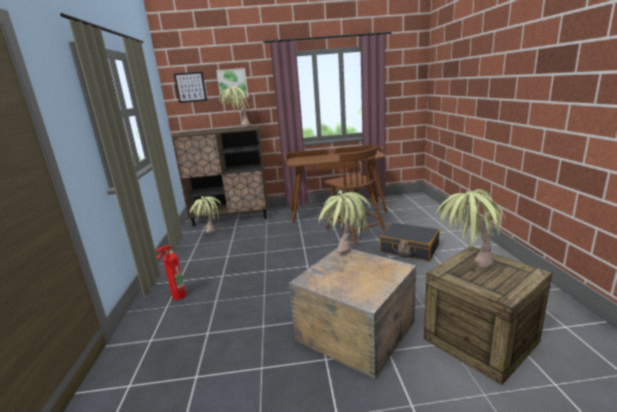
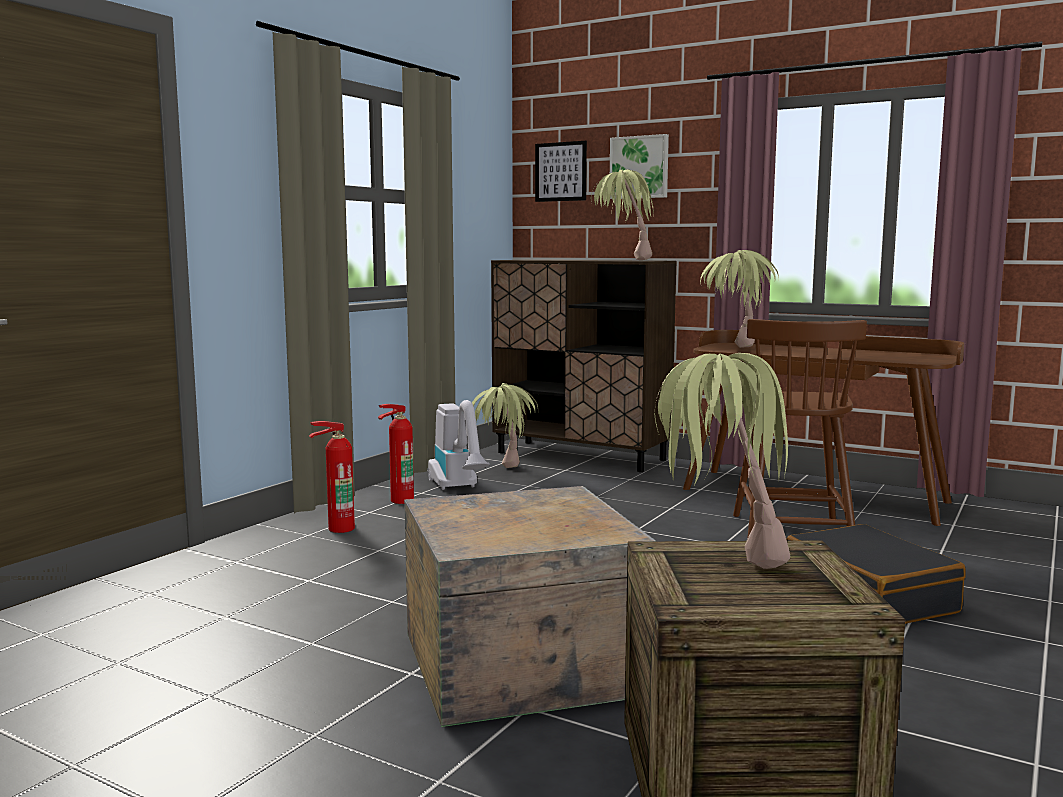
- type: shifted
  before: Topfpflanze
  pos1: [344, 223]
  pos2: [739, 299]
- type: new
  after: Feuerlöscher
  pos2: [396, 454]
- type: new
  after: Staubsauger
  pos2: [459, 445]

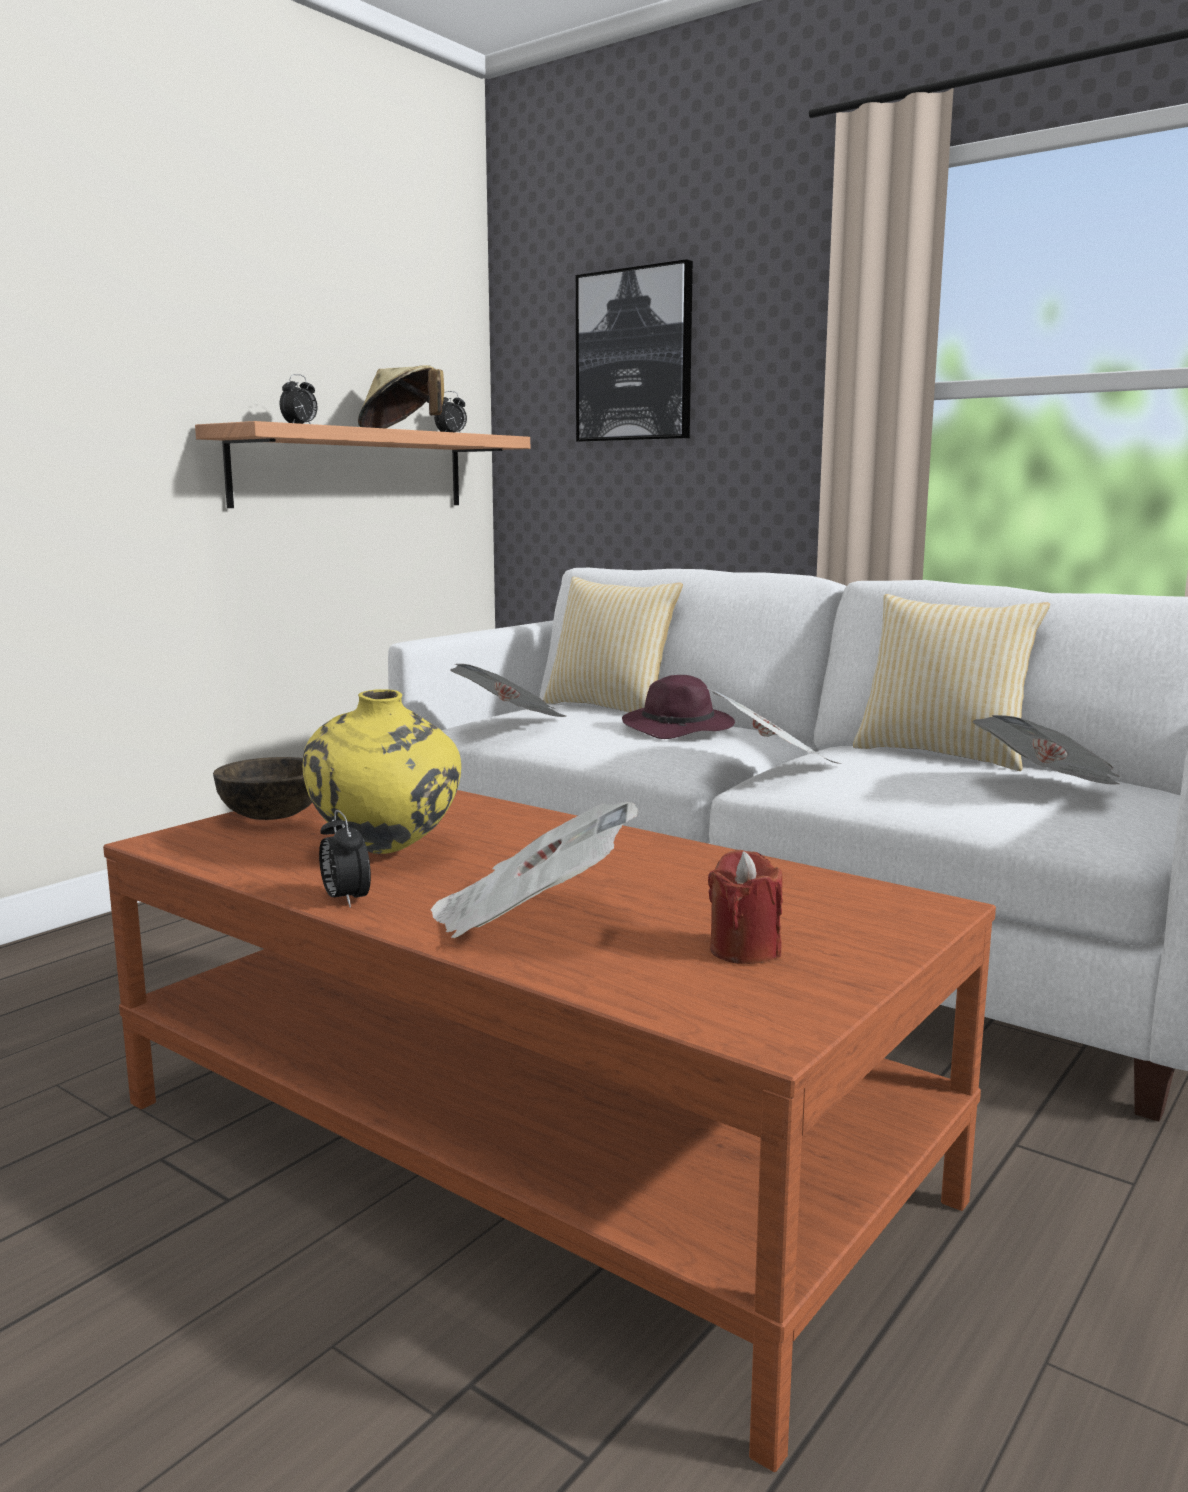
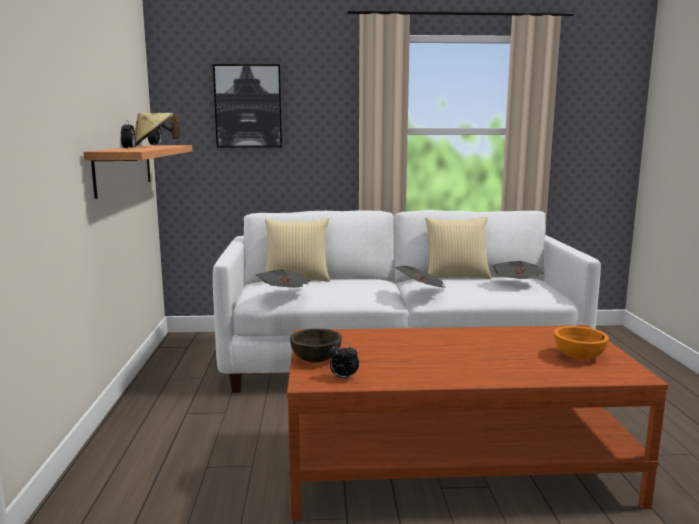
- type: gone
  before: Vase [gelb]
  pos1: [381, 771]
- type: shifted
  before: Wecker
  pos1: [345, 859]
  pos2: [344, 361]
- type: gone
  before: Zeitung
  pos1: [534, 870]
- type: gone
  before: Hut [lila]
  pos1: [678, 707]
- type: swapped
  before: Kerze [rot]
  after: Schüssel [orange]
  pos1: [745, 907]
  pos2: [581, 342]

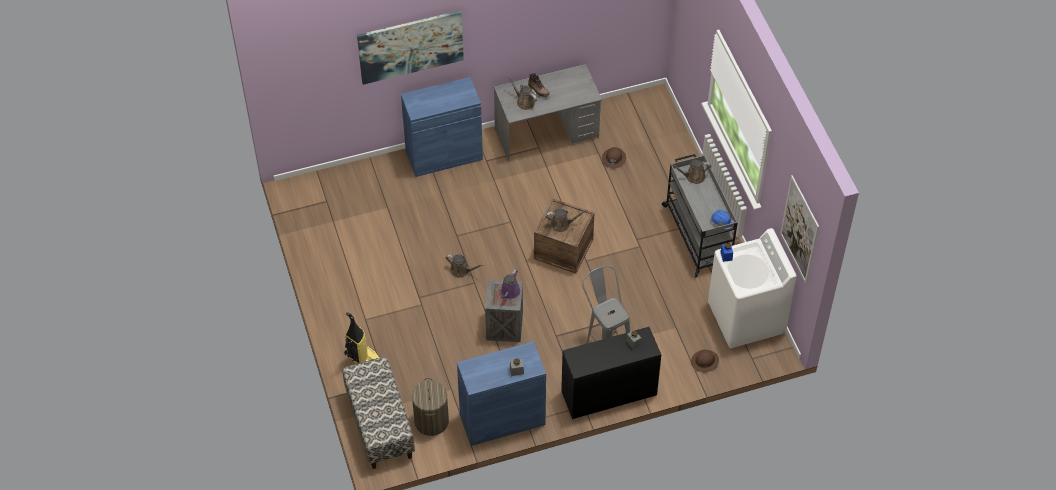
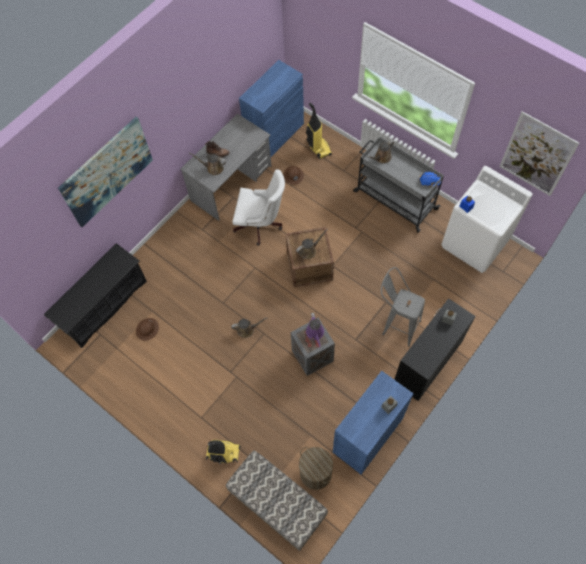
- type: shifted
  before: Schrank [blau]
  pos1: [442, 127]
  pos2: [271, 108]
- type: shifted
  before: Schutzhelm [braun]
  pos1: [705, 361]
  pos2: [147, 329]
- type: new
  after: Schuhregal [schwarz]
  pos2: [95, 295]
- type: new
  after: Bürostuhl [weiß]
  pos2: [258, 207]
- type: new
  after: Staubsauger
  pos2: [319, 131]

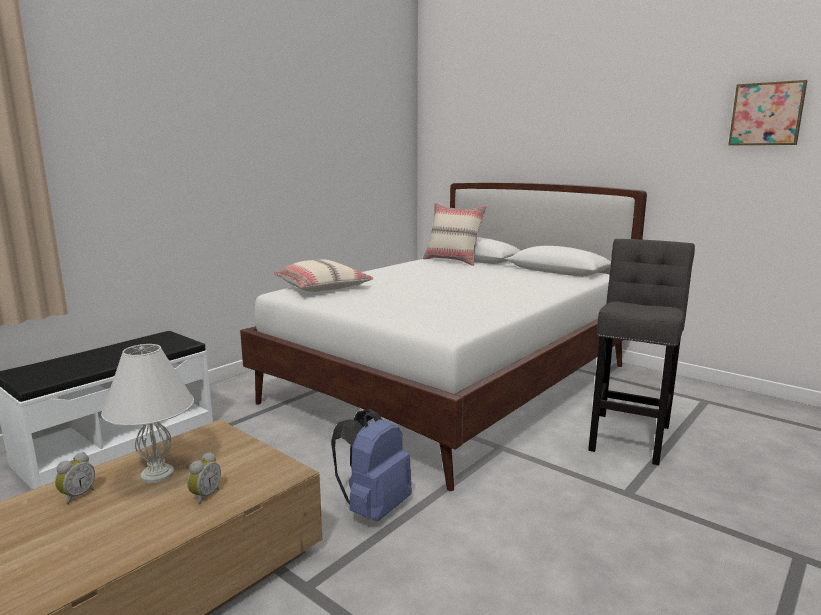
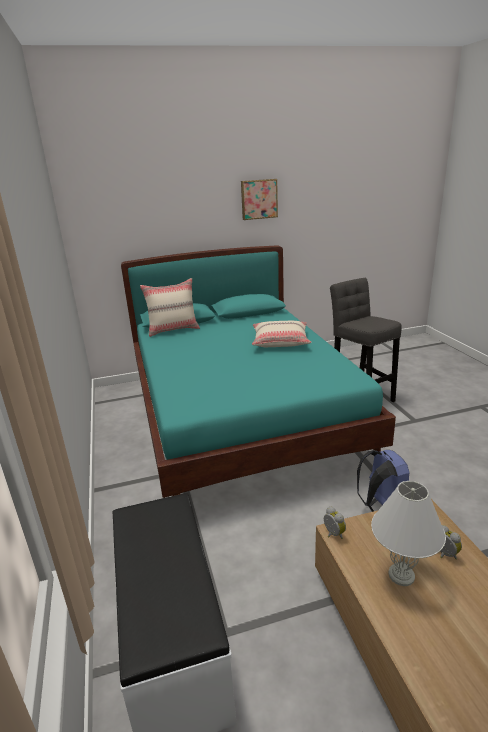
- type: shifted
  before: Wecker
  pos1: [75, 478]
  pos2: [335, 522]
- type: repainted
  before: Bett [weiß]
  after: Bett [türkis]
  pos1: [443, 336]
  pos2: [258, 371]
- type: shifted
  before: Kissen [beige]
  pos1: [324, 276]
  pos2: [282, 334]
- type: shifted
  before: Bild
  pos1: [768, 112]
  pos2: [259, 199]

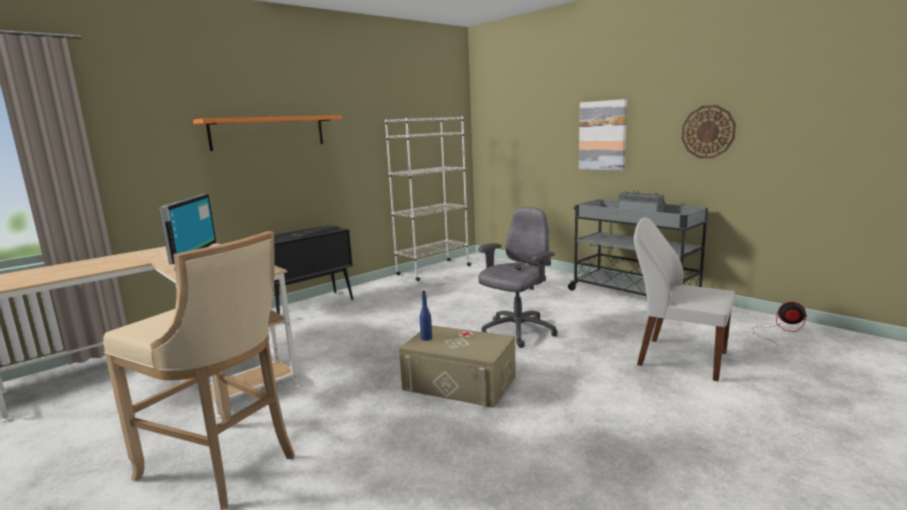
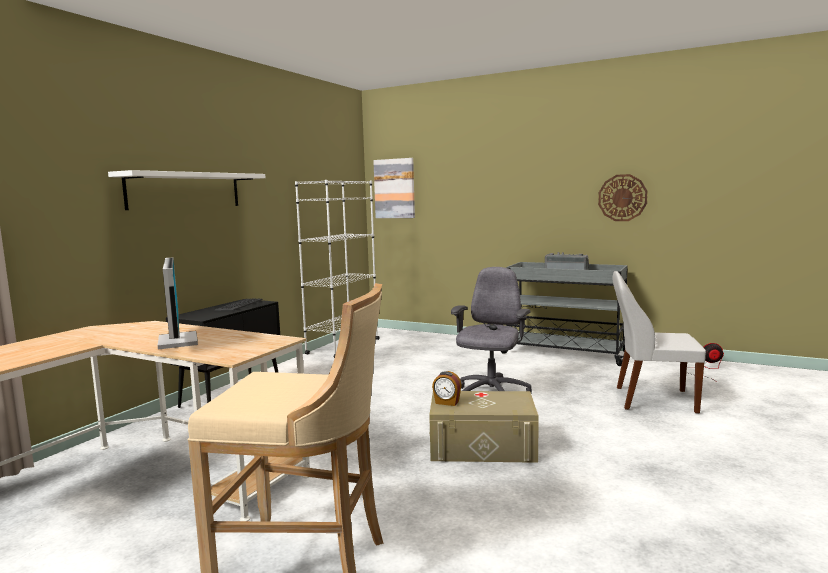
- type: repainted
  before: Wandregal [orange]
  after: Wandregal [weiß]
  pos1: [267, 133]
  pos2: [187, 190]
- type: swapped
  before: Flasche [blau]
  after: Wecker
  pos1: [426, 316]
  pos2: [447, 388]
- type: shifted
  before: Bild
  pos1: [603, 135]
  pos2: [394, 188]

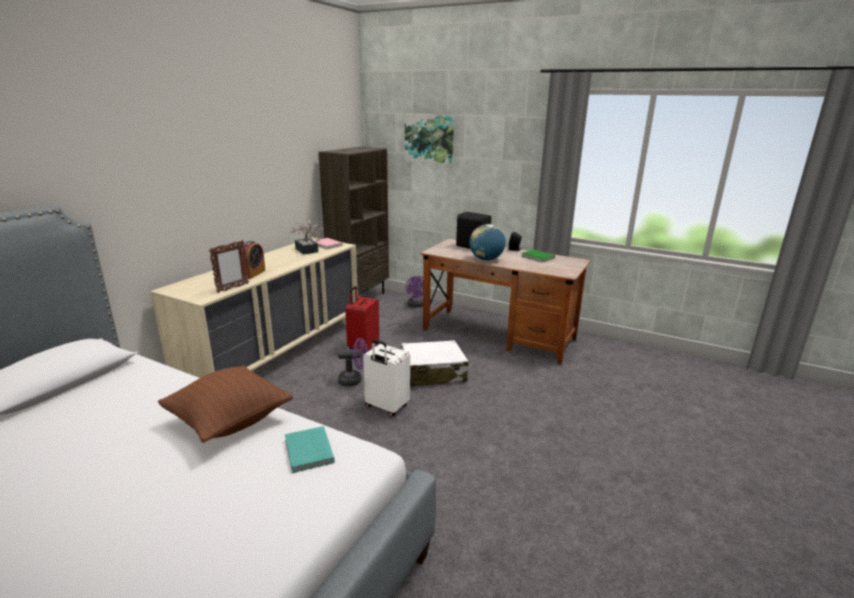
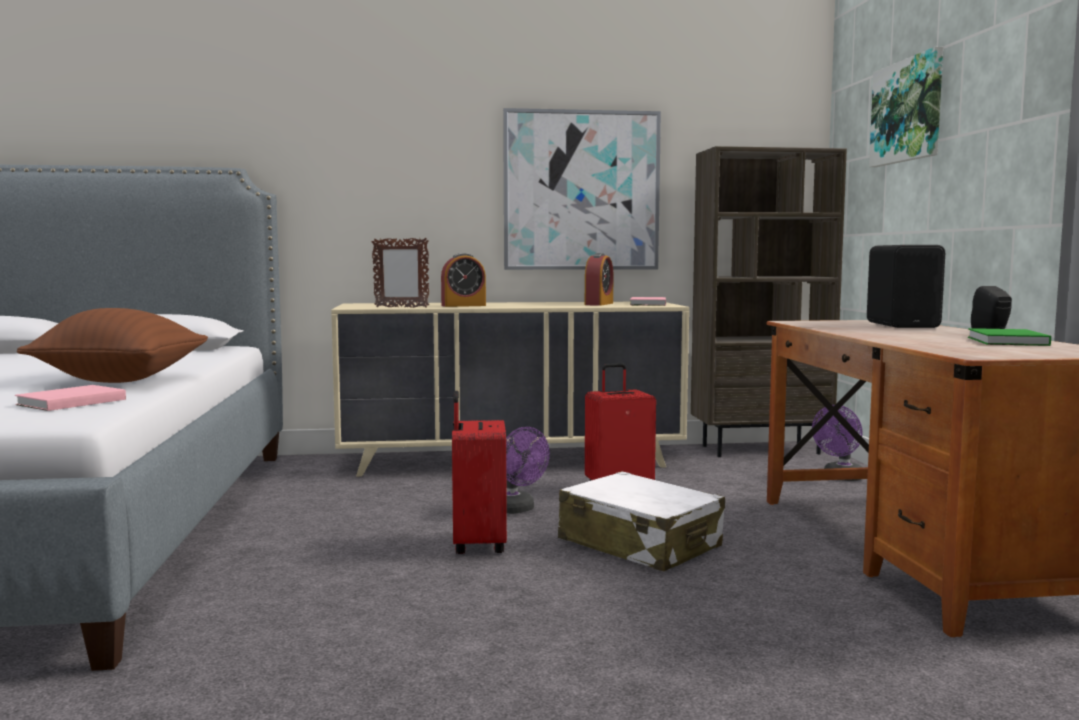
- type: repainted
  before: Buch [türkis]
  after: Buch [rosa]
  pos1: [310, 449]
  pos2: [70, 398]
- type: swapped
  before: Topfpflanze
  after: Wecker
  pos1: [306, 237]
  pos2: [599, 279]
- type: repainted
  before: Koffer [weiß]
  after: Koffer [rot]
  pos1: [386, 377]
  pos2: [479, 472]
- type: gone
  before: Globus
  pos1: [487, 242]
- type: new
  after: Bild
  pos2: [582, 189]

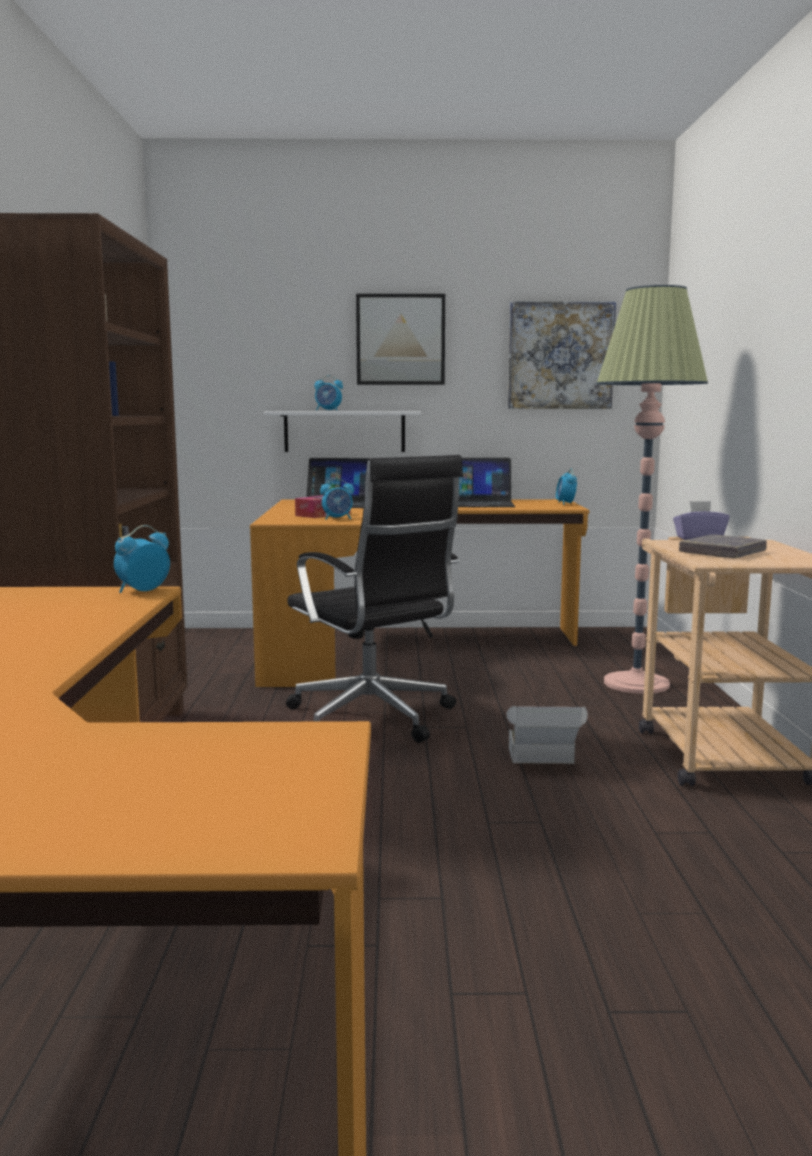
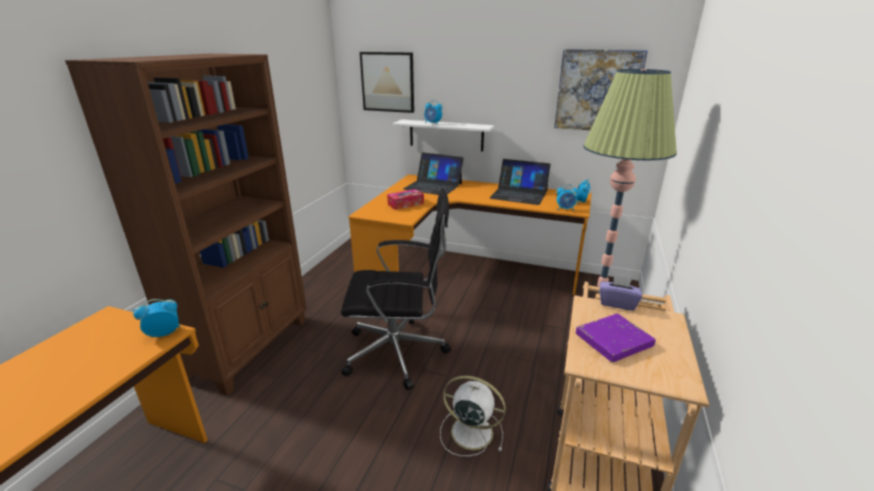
- type: rotated
  before: Bürostuhl [schwarz]
  pos1: [374, 599]
  pos2: [396, 289]
  turn: -75
- type: shifted
  before: Wecker
  pos1: [337, 499]
  pos2: [568, 197]
- type: shifted
  before: Bild
  pos1: [400, 339]
  pos2: [387, 82]
- type: swapped
  before: Karton
  after: Ventilator [weiß]
  pos1: [547, 735]
  pos2: [473, 415]
- type: repainted
  before: Buch [grau]
  after: Buch [lila]
  pos1: [723, 546]
  pos2: [616, 338]

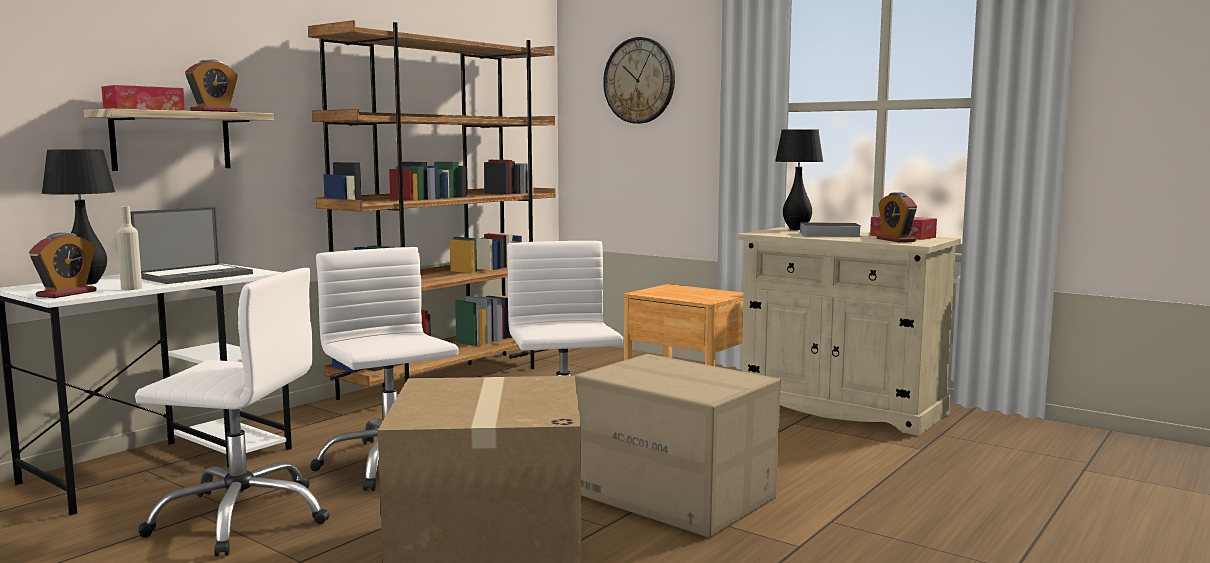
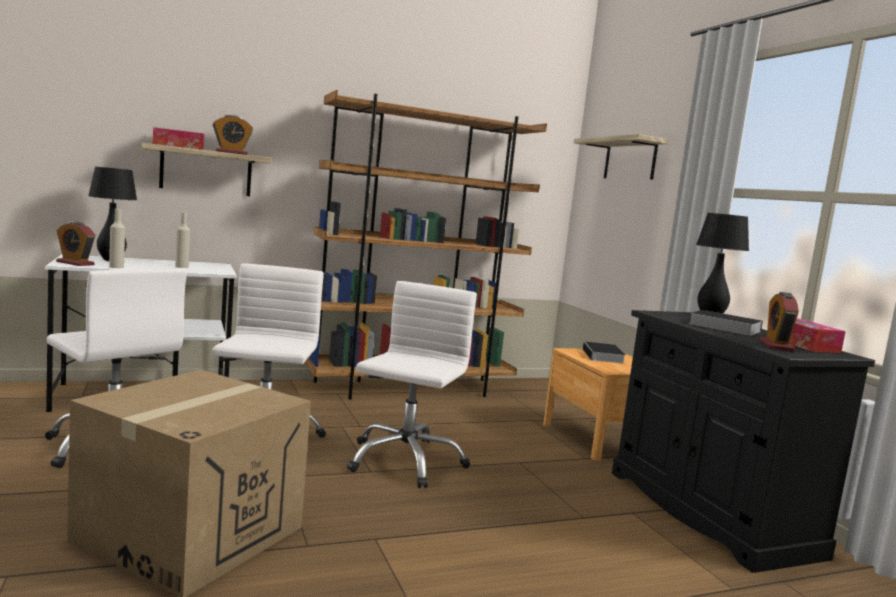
- type: rotated
  before: Wecker
  pos1: [63, 265]
  pos2: [75, 244]
  turn: 60
- type: swapped
  before: Laptop
  after: Flasche [beige]
  pos1: [191, 245]
  pos2: [182, 240]
- type: gone
  before: Karton
  pos1: [677, 446]
- type: swapped
  before: Wanduhr
  after: Wandregal
  pos1: [639, 80]
  pos2: [621, 157]
- type: repainted
  before: Schrank [beige]
  after: Schrank [schwarz]
  pos1: [849, 331]
  pos2: [743, 441]
- type: new
  after: Buch
  pos2: [604, 352]

